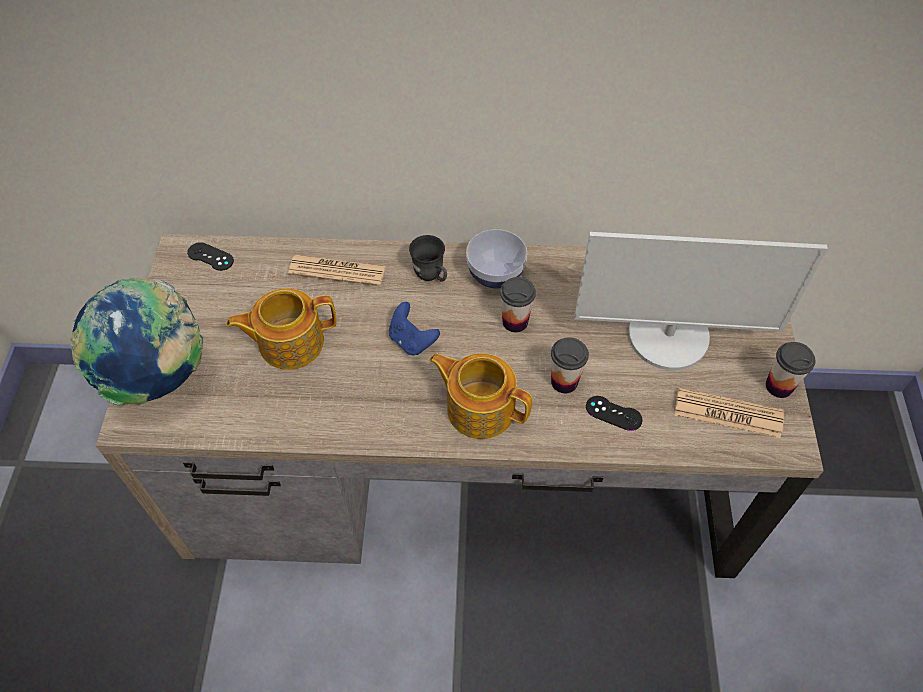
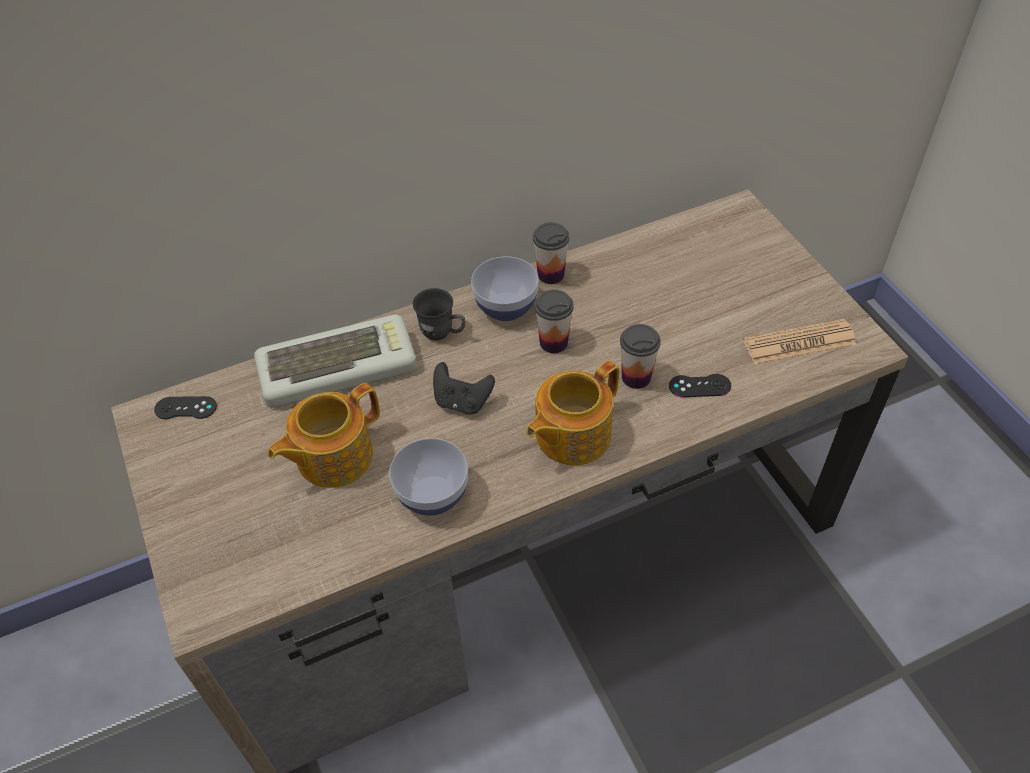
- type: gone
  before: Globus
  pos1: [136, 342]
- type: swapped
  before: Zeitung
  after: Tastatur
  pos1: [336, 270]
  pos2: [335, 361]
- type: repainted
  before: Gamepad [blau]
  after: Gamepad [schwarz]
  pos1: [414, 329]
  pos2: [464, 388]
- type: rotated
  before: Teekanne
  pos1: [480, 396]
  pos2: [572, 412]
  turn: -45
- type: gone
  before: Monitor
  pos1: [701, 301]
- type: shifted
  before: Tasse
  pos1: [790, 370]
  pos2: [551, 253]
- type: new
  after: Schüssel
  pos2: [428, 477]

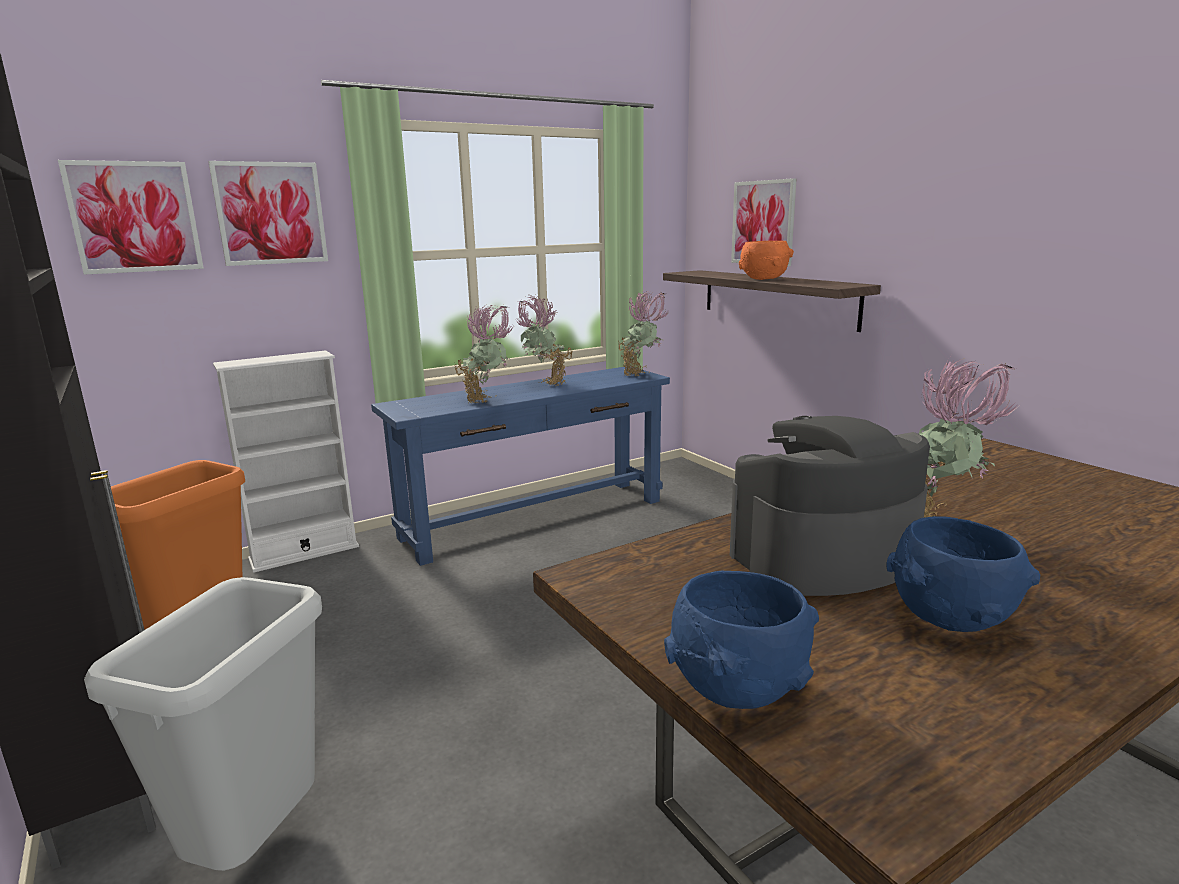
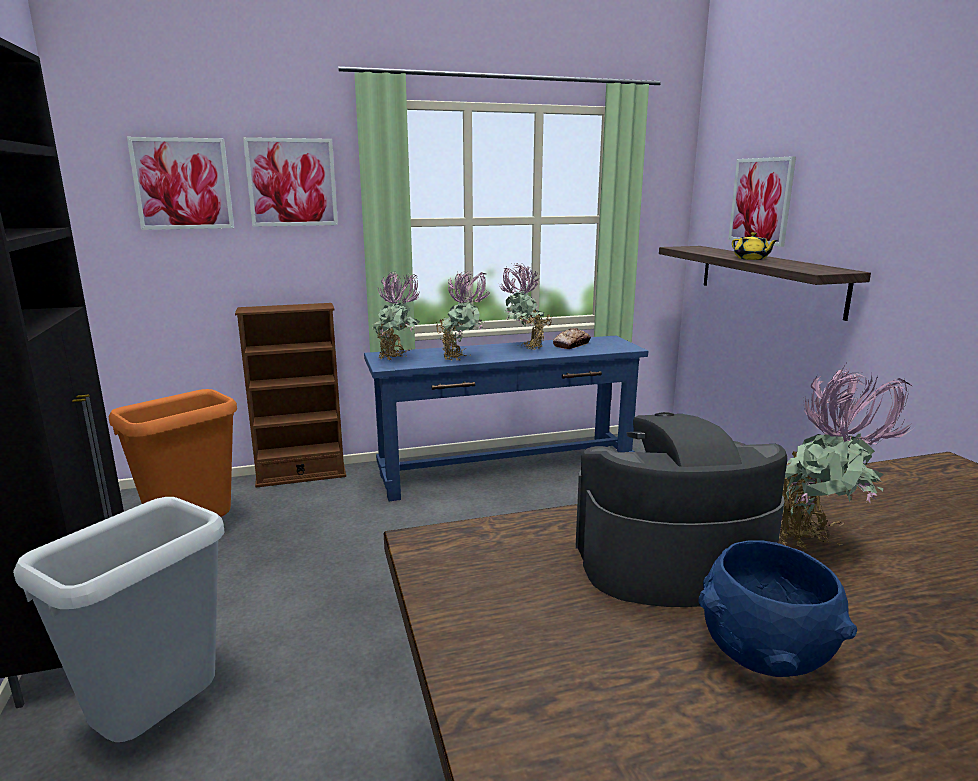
- type: repainted
  before: Bücherregal [weiß]
  after: Bücherregal [braun]
  pos1: [286, 461]
  pos2: [290, 395]
- type: shifted
  before: Topfpflanze
  pos1: [644, 334]
  pos2: [395, 316]
- type: gone
  before: Schüssel [blau]
  pos1: [741, 640]
- type: swapped
  before: Schüssel [orange]
  after: Teekanne [gelb]
  pos1: [766, 260]
  pos2: [755, 246]
- type: new
  after: Brot
  pos2: [572, 338]

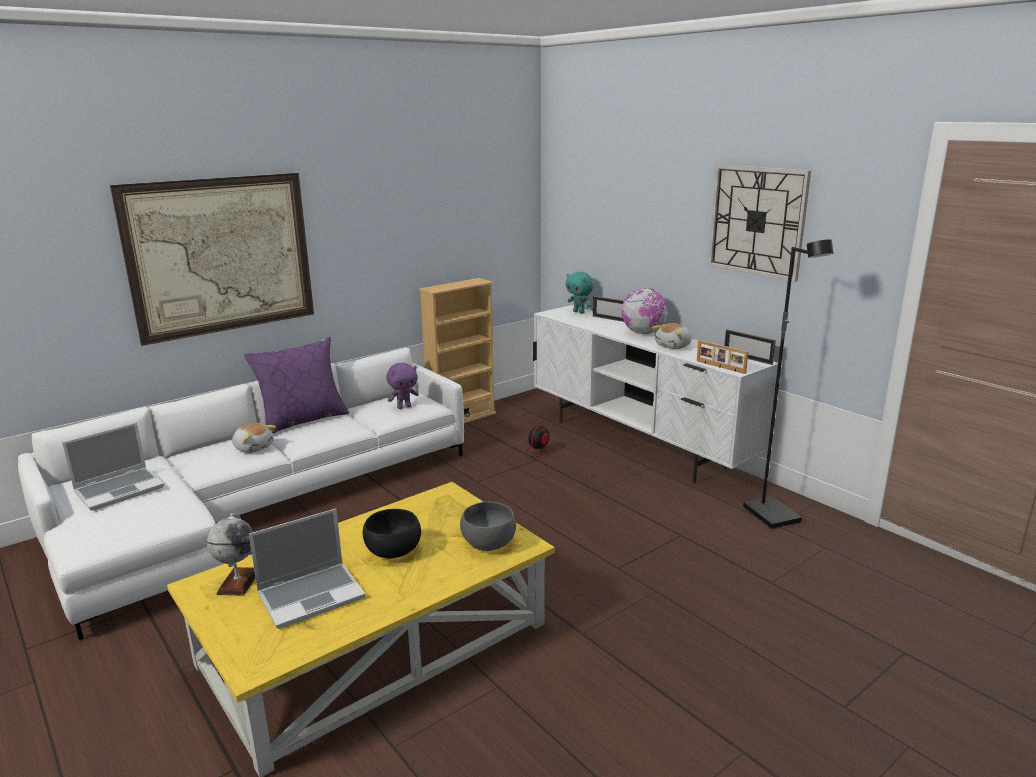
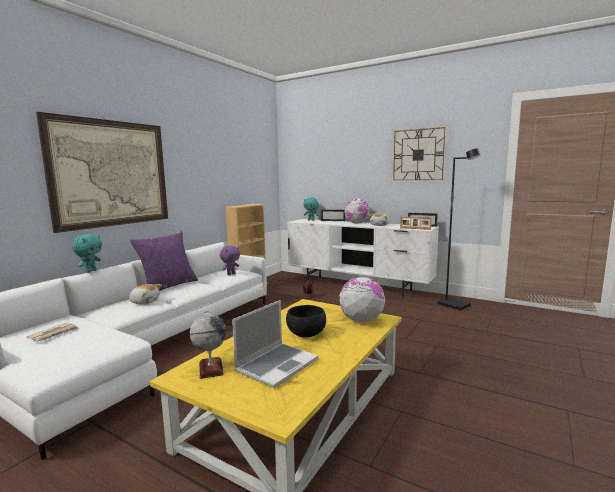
- type: swapped
  before: Laptop
  after: Zeitung
  pos1: [113, 467]
  pos2: [53, 332]
- type: swapped
  before: Schüssel [grau]
  after: Globus
  pos1: [488, 526]
  pos2: [362, 300]
- type: new
  after: Plüschtier [türkis]
  pos2: [87, 253]

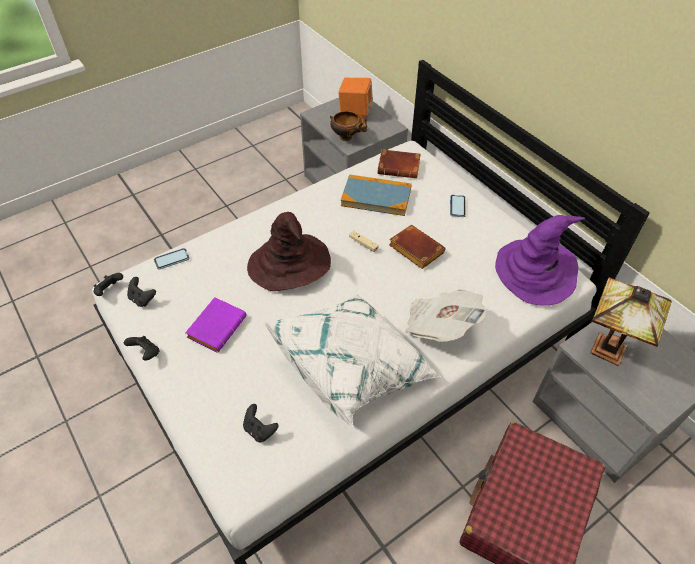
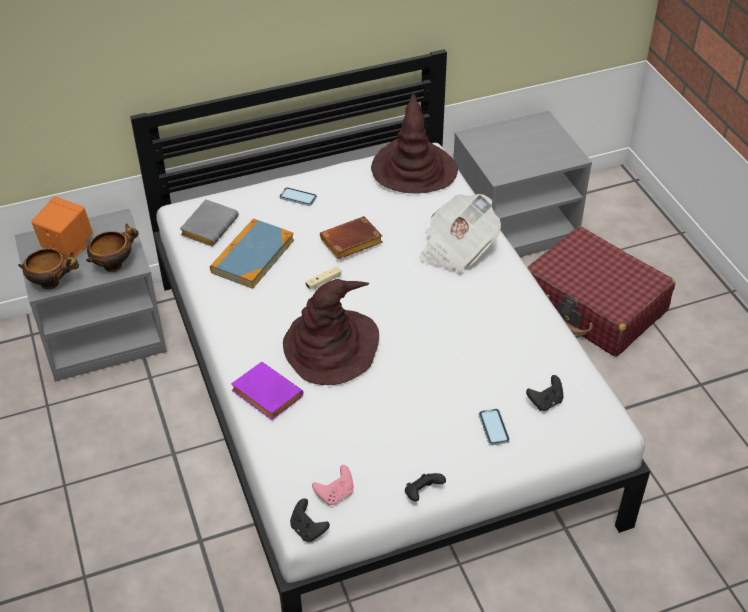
- type: repainted
  before: Gamepad [schwarz]
  after: Gamepad [rosa]
  pos1: [141, 292]
  pos2: [333, 485]
- type: shifted
  before: Handy
  pos1: [172, 259]
  pos2: [494, 427]
- type: shifted
  before: Buch [lila]
  pos1: [216, 325]
  pos2: [267, 391]
- type: gone
  before: Kissen [weiß]
  pos1: [352, 360]
- type: repainted
  before: Buch [braun]
  after: Buch [grau]
  pos1: [399, 163]
  pos2: [209, 222]
- type: repainted
  before: Hut [lila]
  after: Hut [braun]
  pos1: [540, 260]
  pos2: [414, 144]
- type: gone
  before: Tischlampe
  pos1: [631, 322]
- type: new
  after: Schüssel
  pos2: [48, 269]

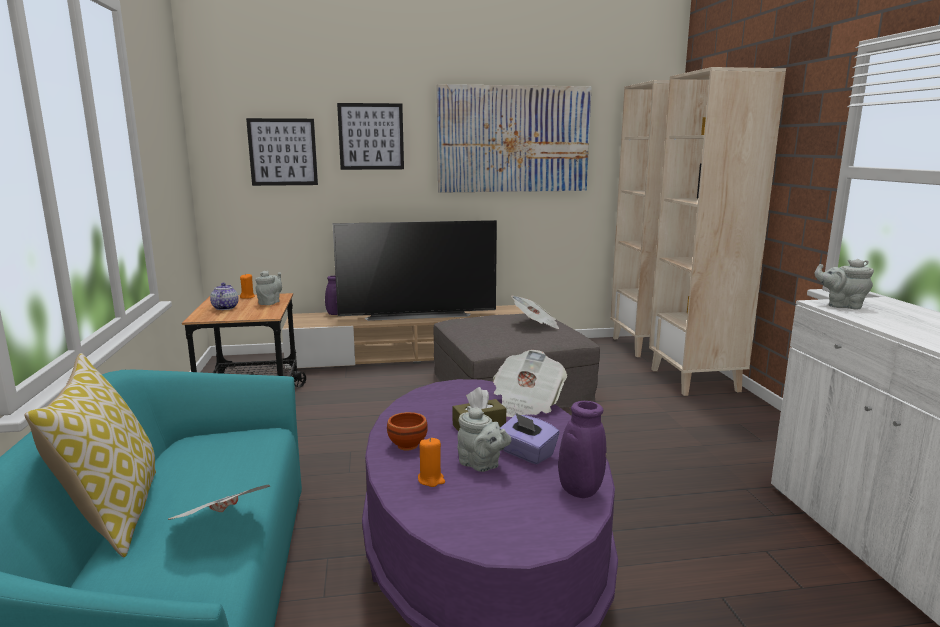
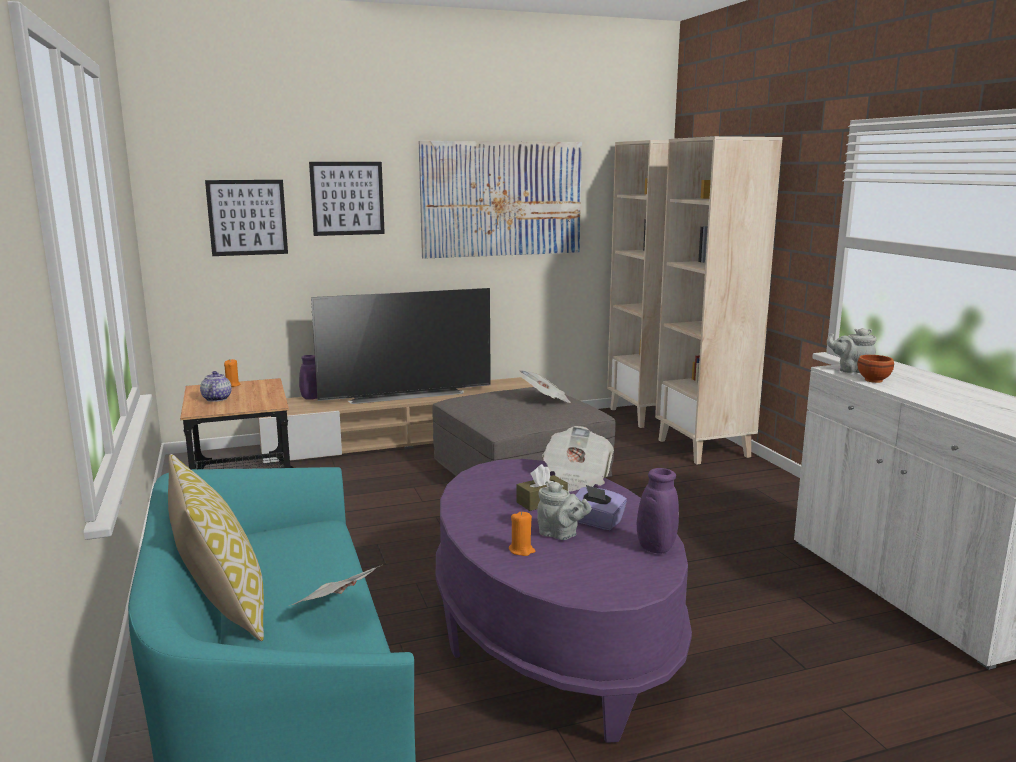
- type: gone
  before: Teekanne [grau]
  pos1: [268, 288]
- type: shifted
  before: Schüssel [braun]
  pos1: [407, 431]
  pos2: [876, 369]

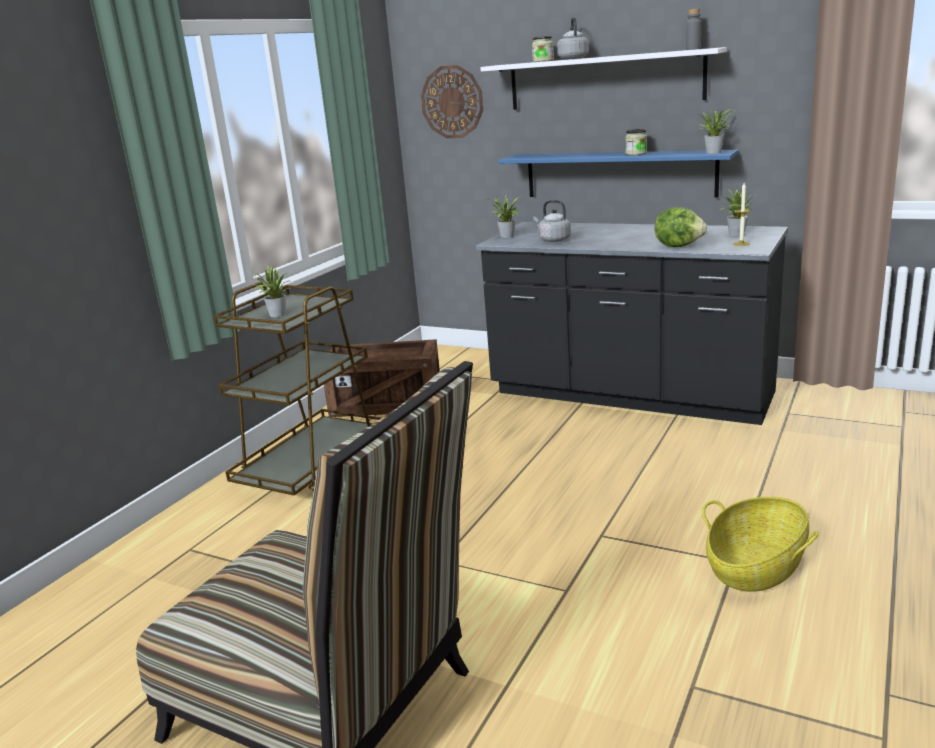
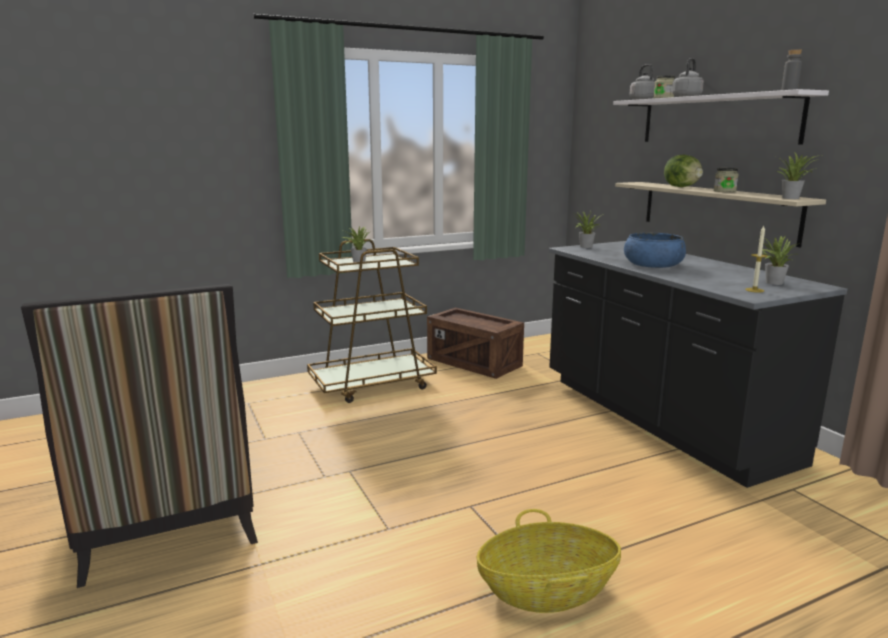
- type: gone
  before: Wanduhr
  pos1: [452, 101]
- type: repainted
  before: Wandregal [blau]
  after: Wandregal [beige]
  pos1: [618, 174]
  pos2: [720, 214]
- type: shifted
  before: Wasserkessel [grau]
  pos1: [552, 221]
  pos2: [642, 82]
- type: shifted
  before: Salatkopf
  pos1: [681, 227]
  pos2: [683, 171]
- type: new
  after: Schüssel [blau]
  pos2: [655, 250]

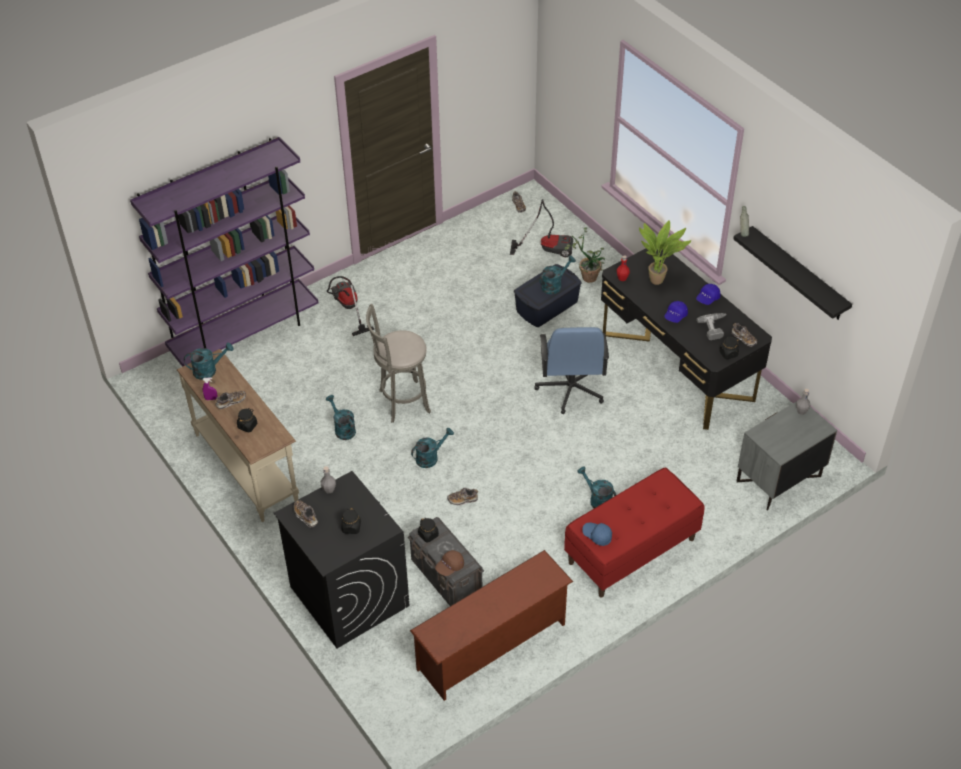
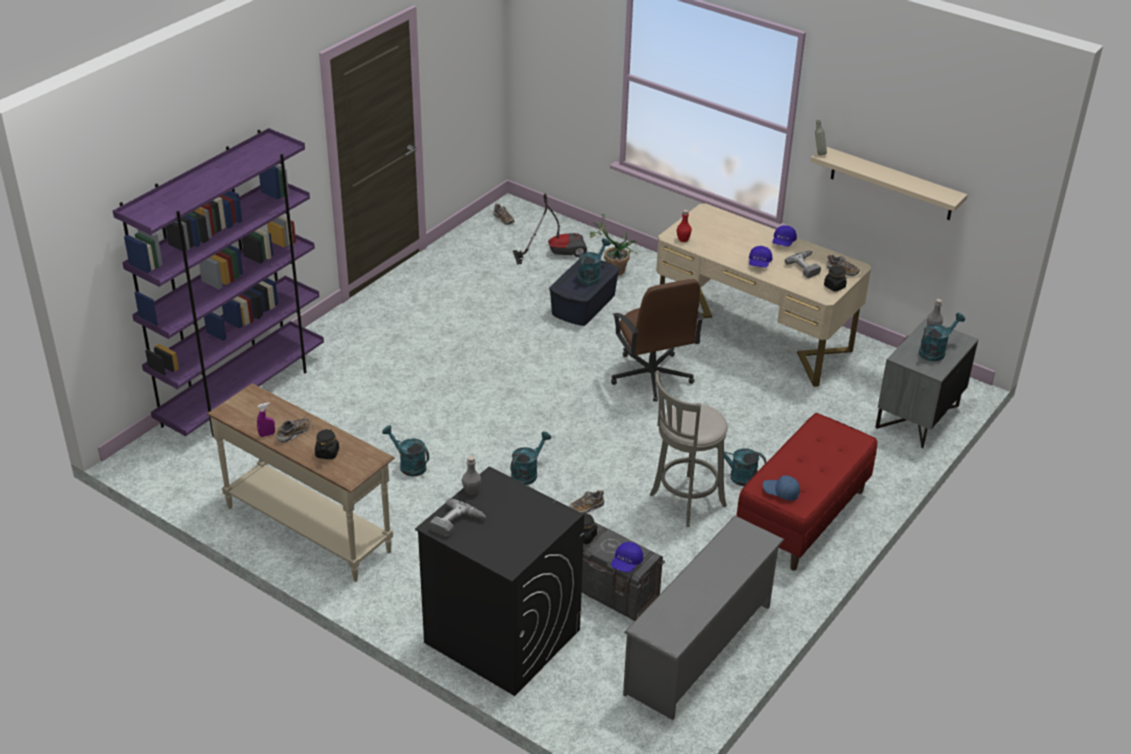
- type: shifted
  before: Gießkanne [türkis]
  pos1: [209, 361]
  pos2: [942, 337]
- type: swapped
  before: Schuh
  after: Bohrmaschine
  pos1: [306, 514]
  pos2: [458, 517]
- type: gone
  before: Staubsauger
  pos1: [350, 306]
- type: gone
  before: Vorratsglas [schwarz]
  pos1: [351, 521]
- type: shifted
  before: Hocker [grau]
  pos1: [398, 363]
  pos2: [689, 448]
- type: repainted
  before: Schuhregal [braun]
  after: Schuhregal [grau]
  pos1: [491, 625]
  pos2: [703, 618]
- type: repainted
  before: Kappe [braun]
  after: Kappe [blau]
  pos1: [449, 563]
  pos2: [627, 557]
- type: repainted
  before: Bürostuhl [blau]
  after: Bürostuhl [braun]
  pos1: [571, 370]
  pos2: [657, 340]
- type: repainted
  before: Schreibtisch [schwarz]
  after: Schreibtisch [beige]
  pos1: [686, 339]
  pos2: [763, 295]
- type: gone
  before: Topfpflanze
  pos1: [665, 252]
- type: repainted
  before: Wandregal [schwarz]
  after: Wandregal [beige]
  pos1: [792, 273]
  pos2: [889, 183]

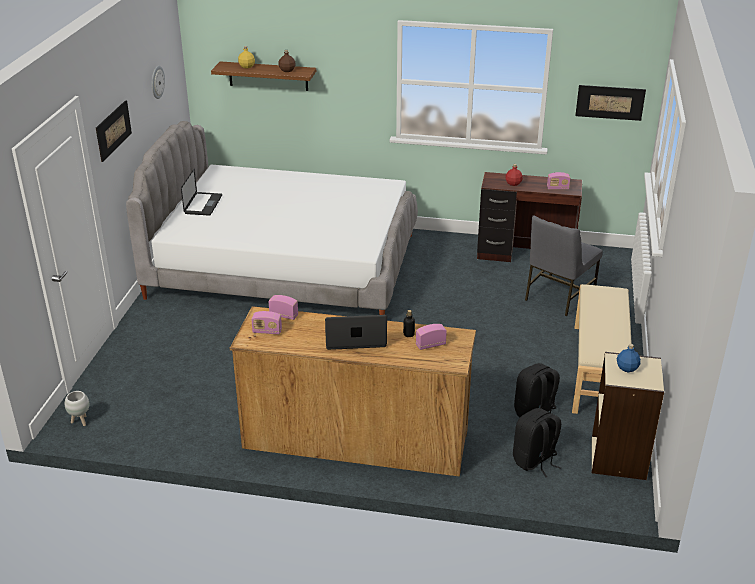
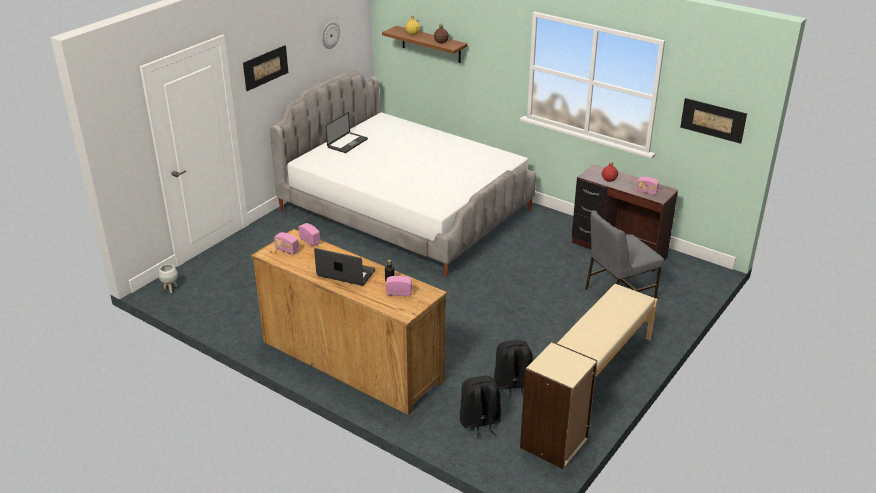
- type: gone
  before: Flasche [blau]
  pos1: [629, 358]

